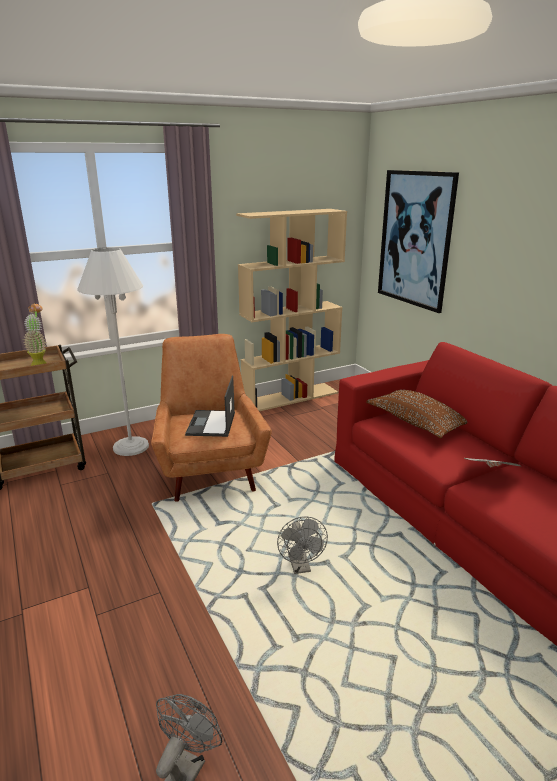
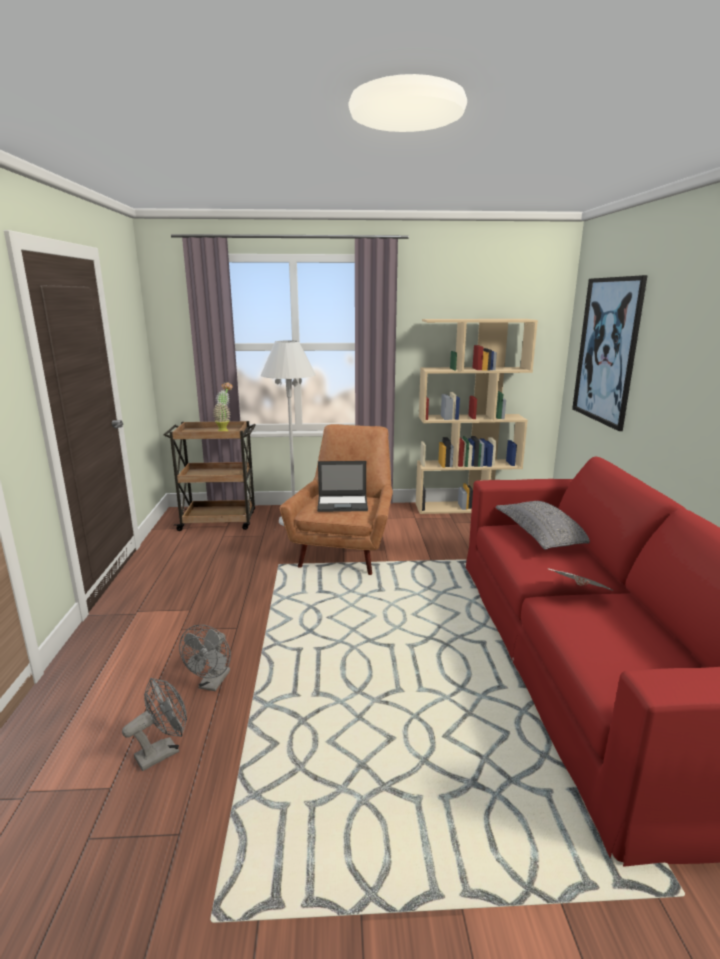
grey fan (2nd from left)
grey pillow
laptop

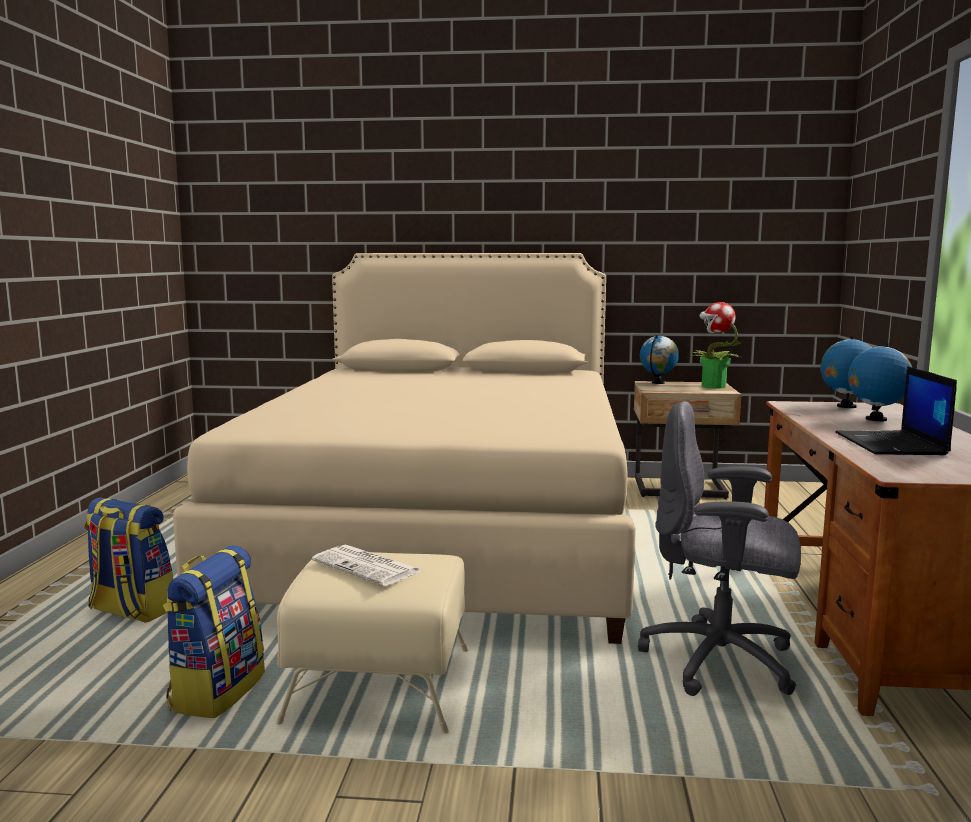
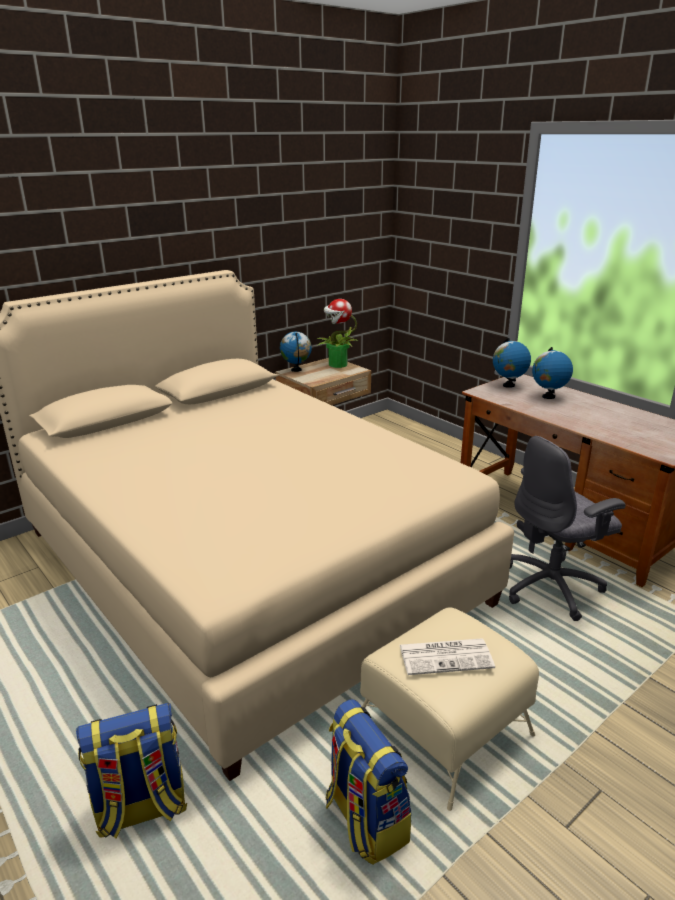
laptop

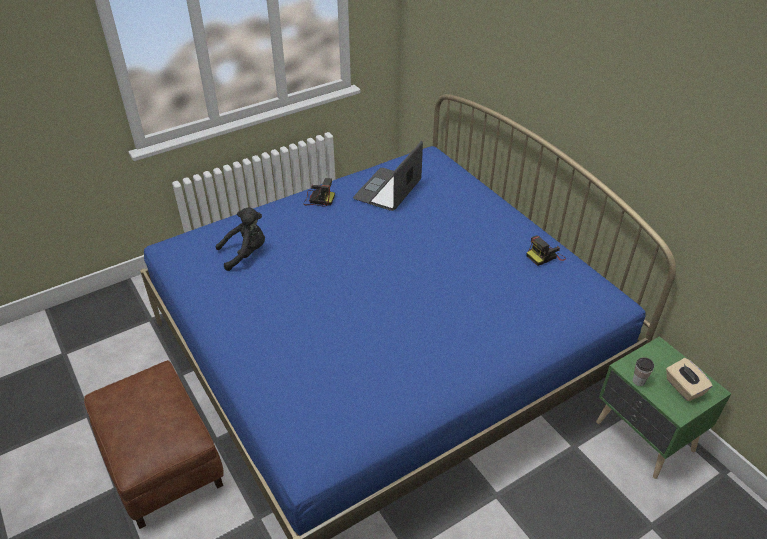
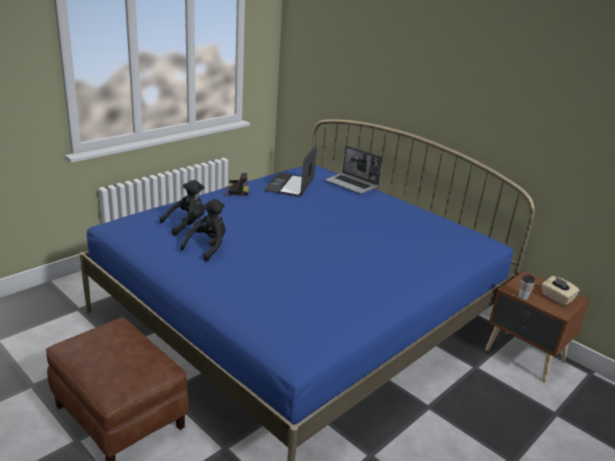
photo camera (2nd from left in the first image)
black plush toy (2nd from left)
laptop (2nd from left)
brown nightstand

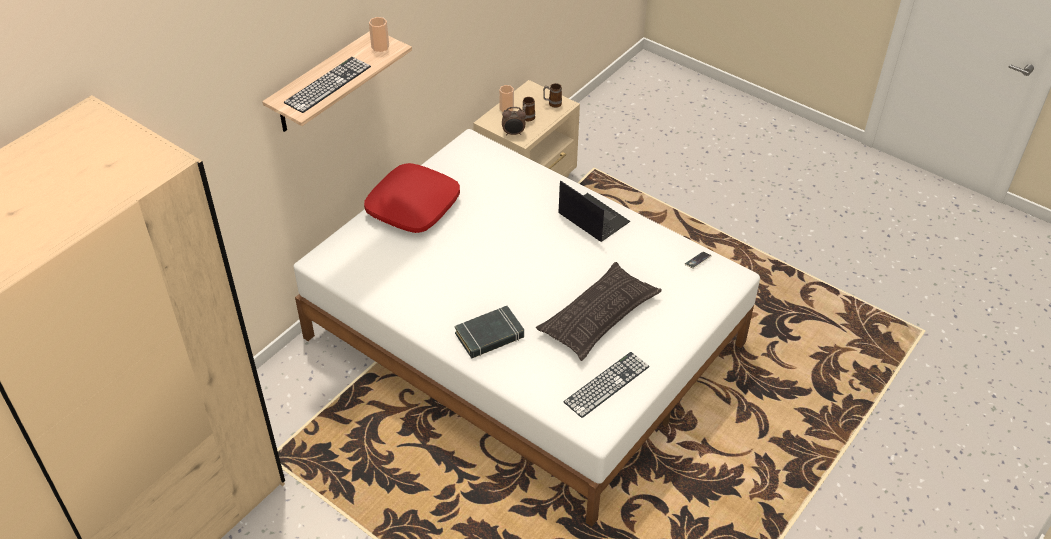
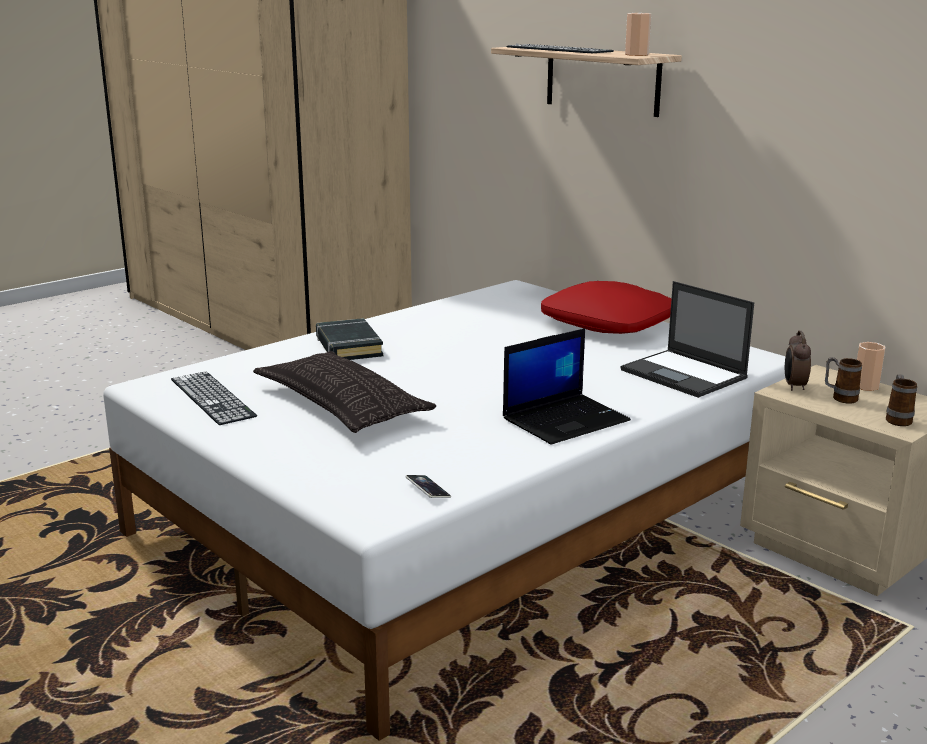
laptop (2nd from left)

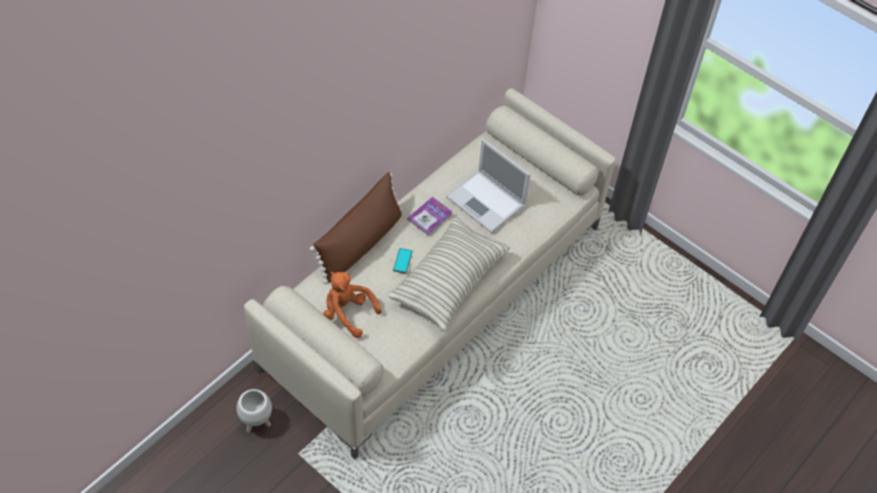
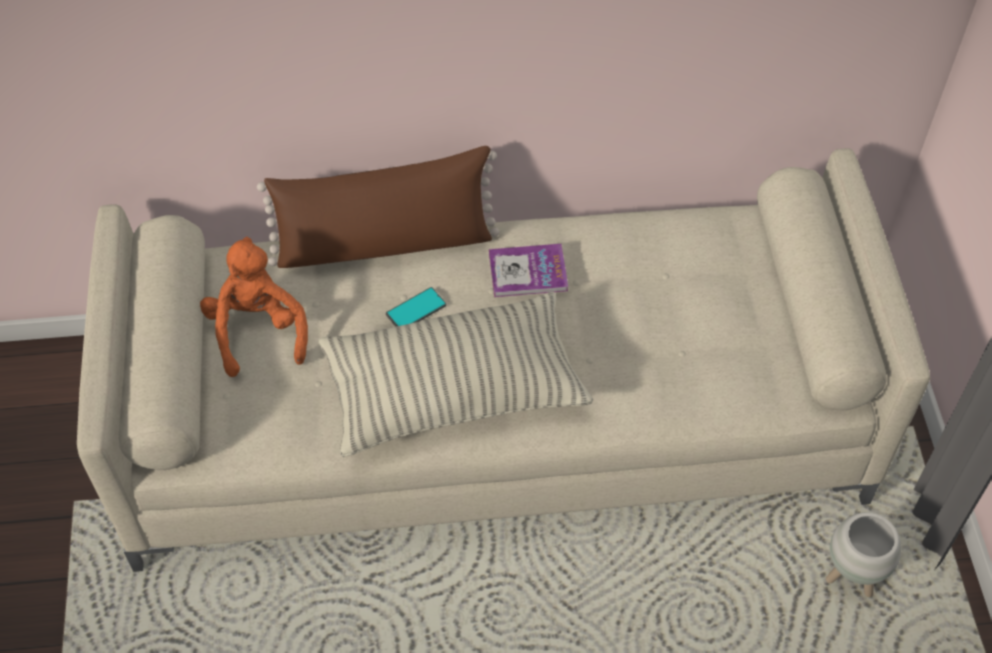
laptop
white planter

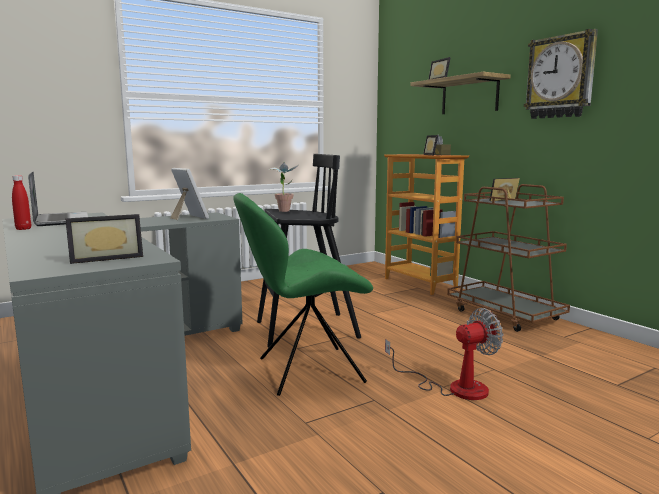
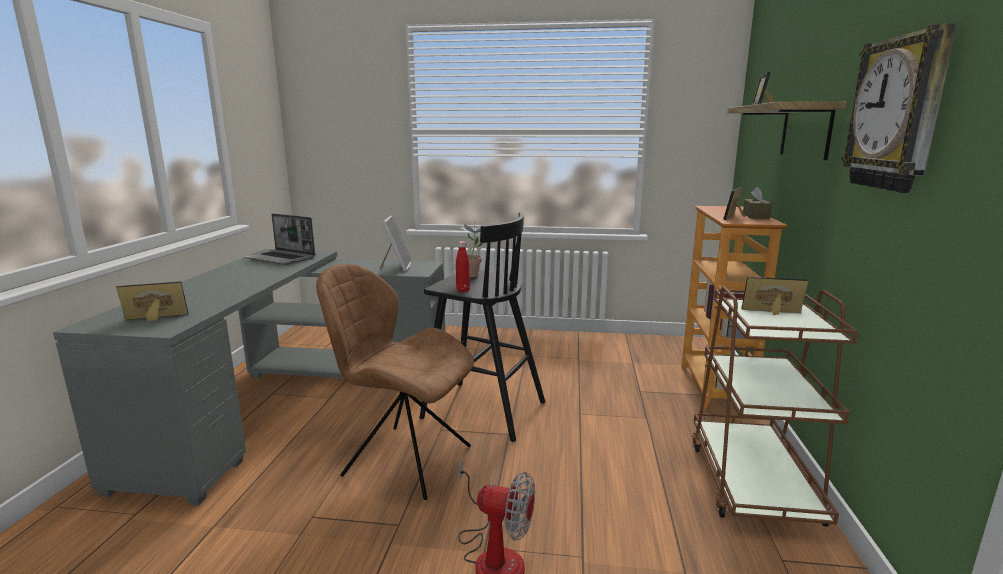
red bottle
brown chair
laptop
picture frame (1st from left)

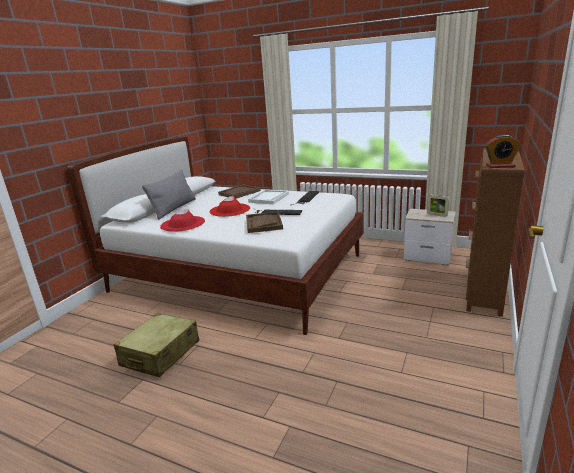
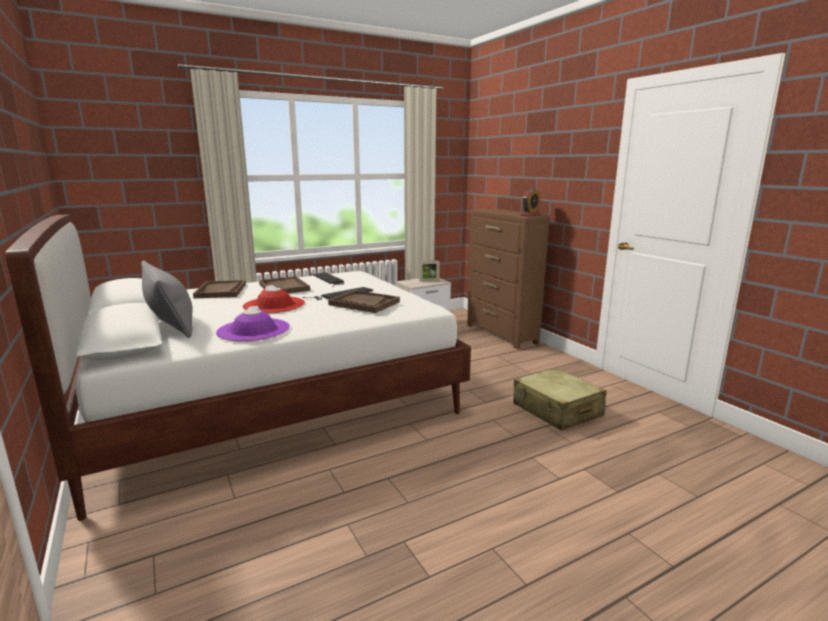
beige suitcase
purple hat
brown tray (2nd from left)

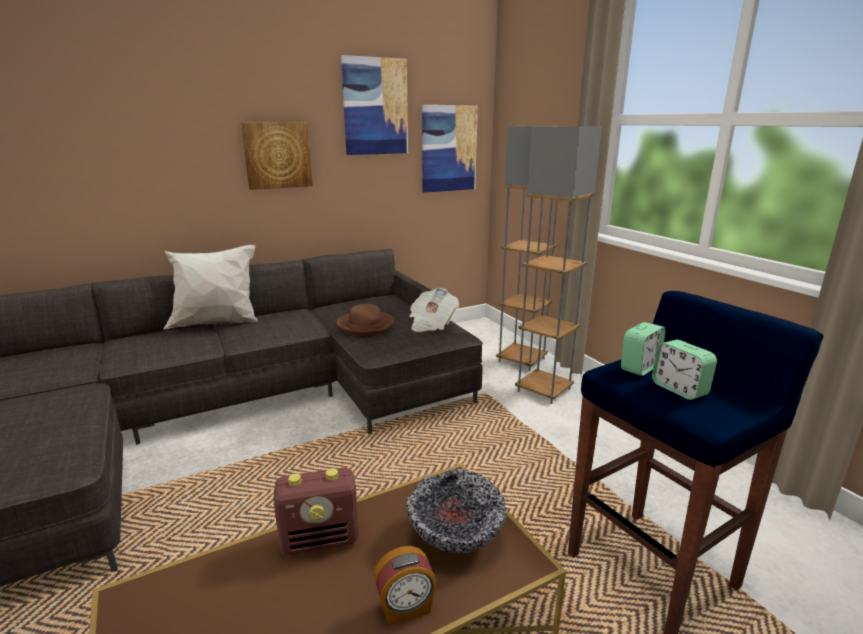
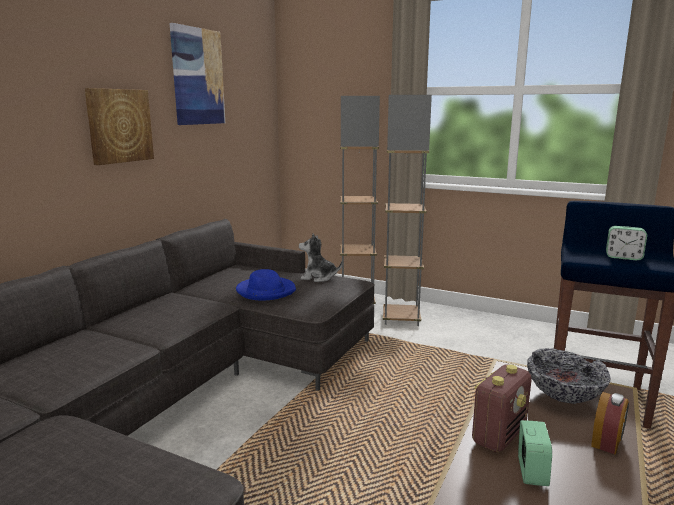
white pillow
picture (3rd from left in the first image)
alarm clock (1st from left)
plush toy
blue hat

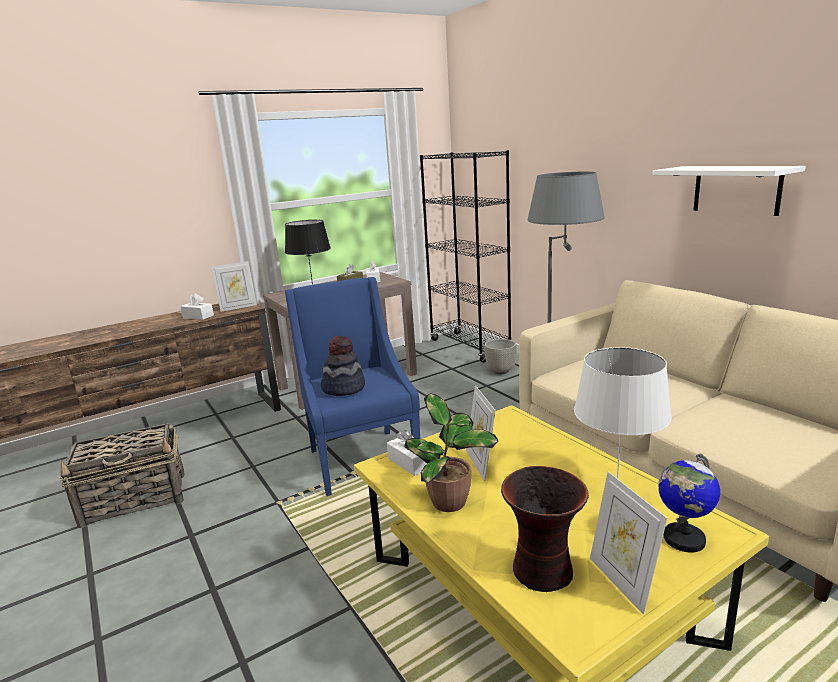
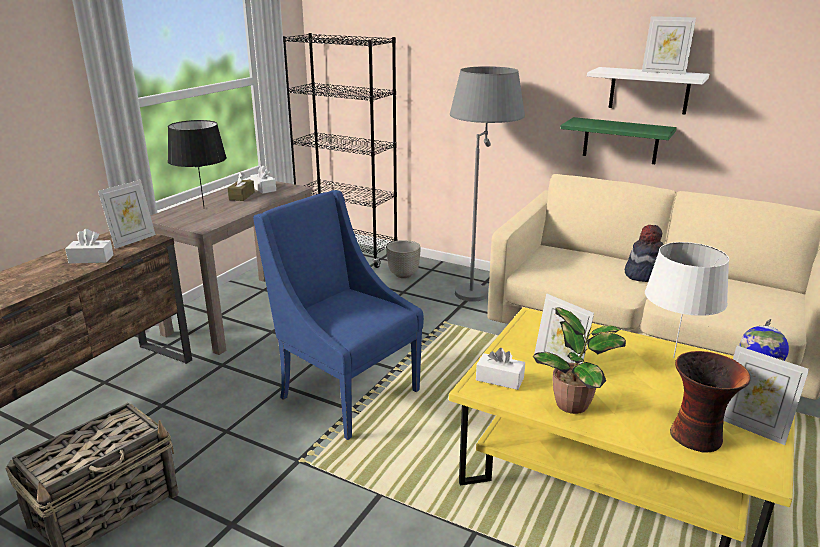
green shelf
picture frame (3rd from left)
hat

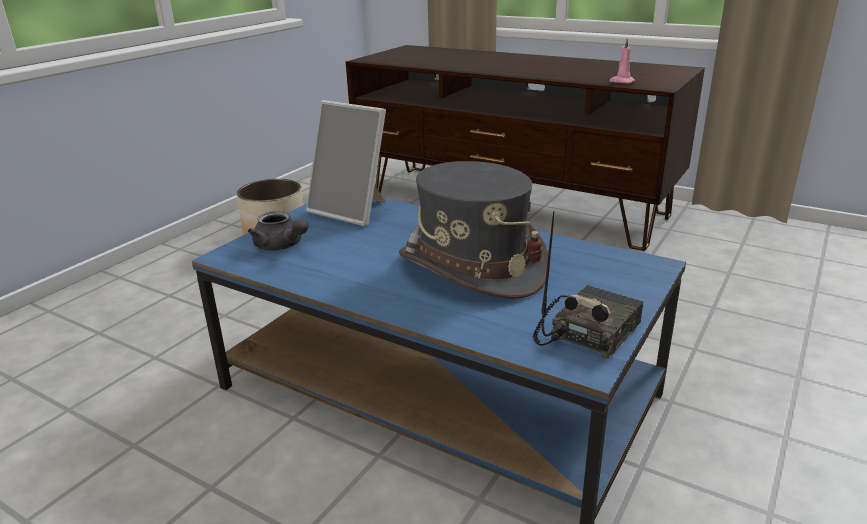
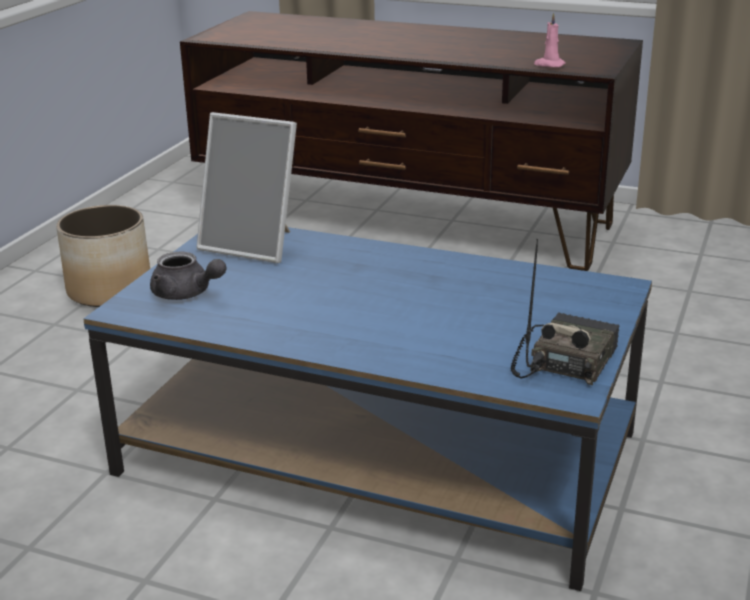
grey hat

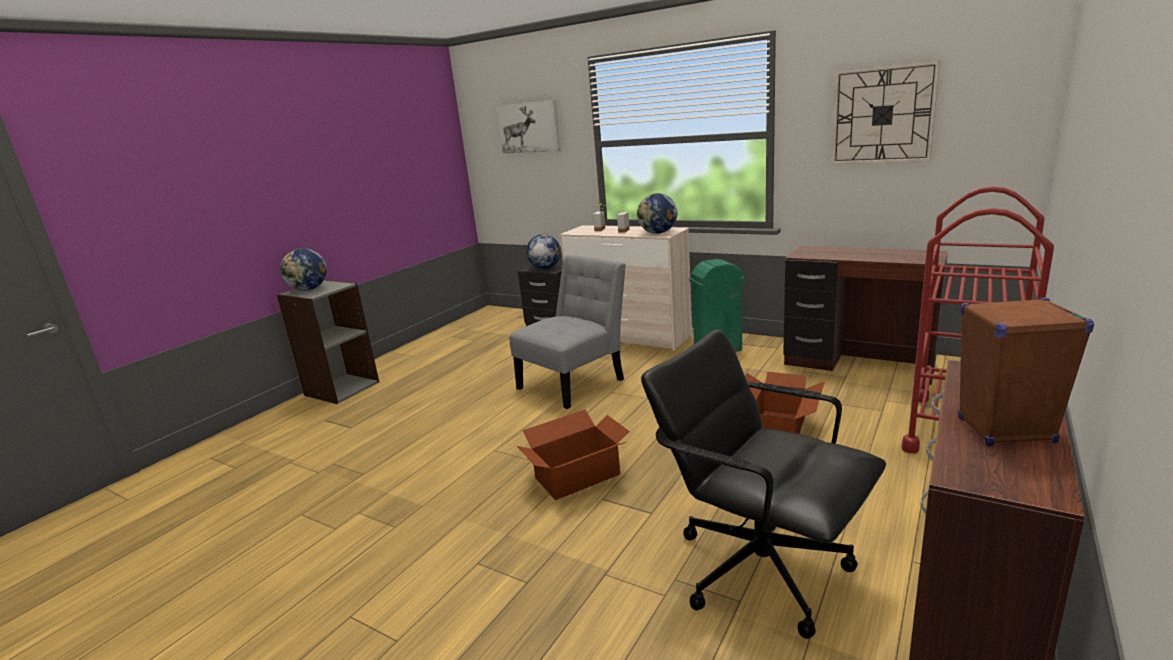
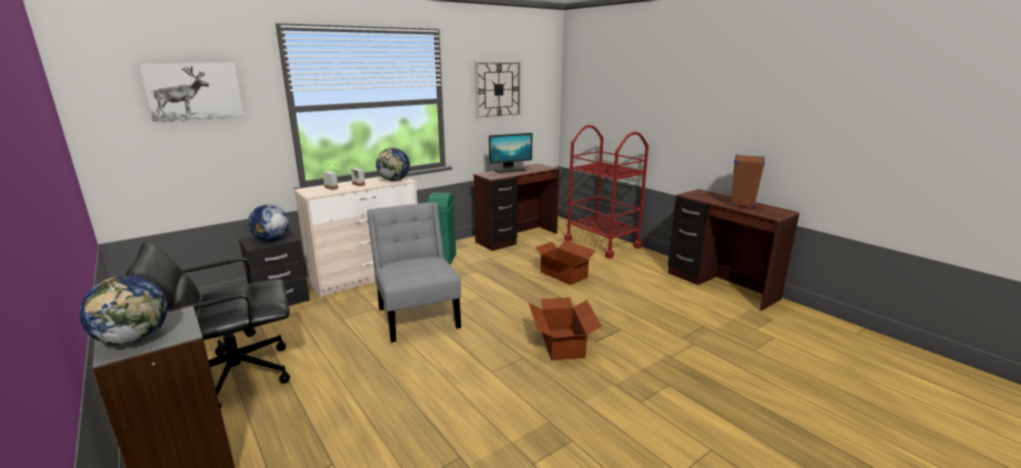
monitor
black office chair

